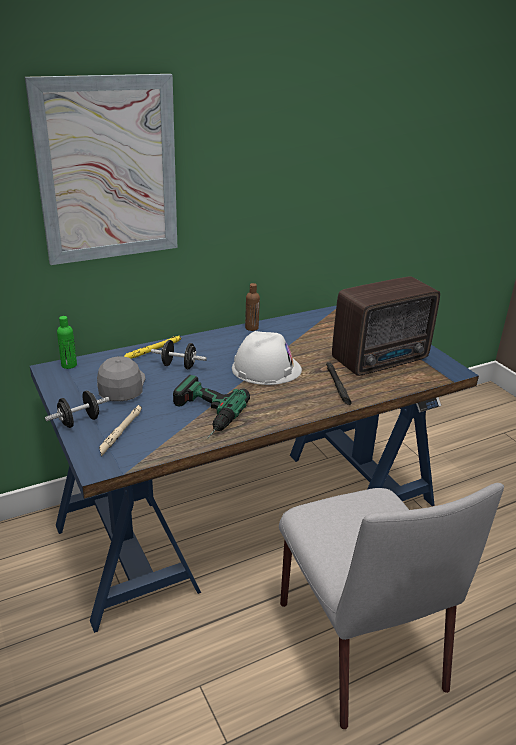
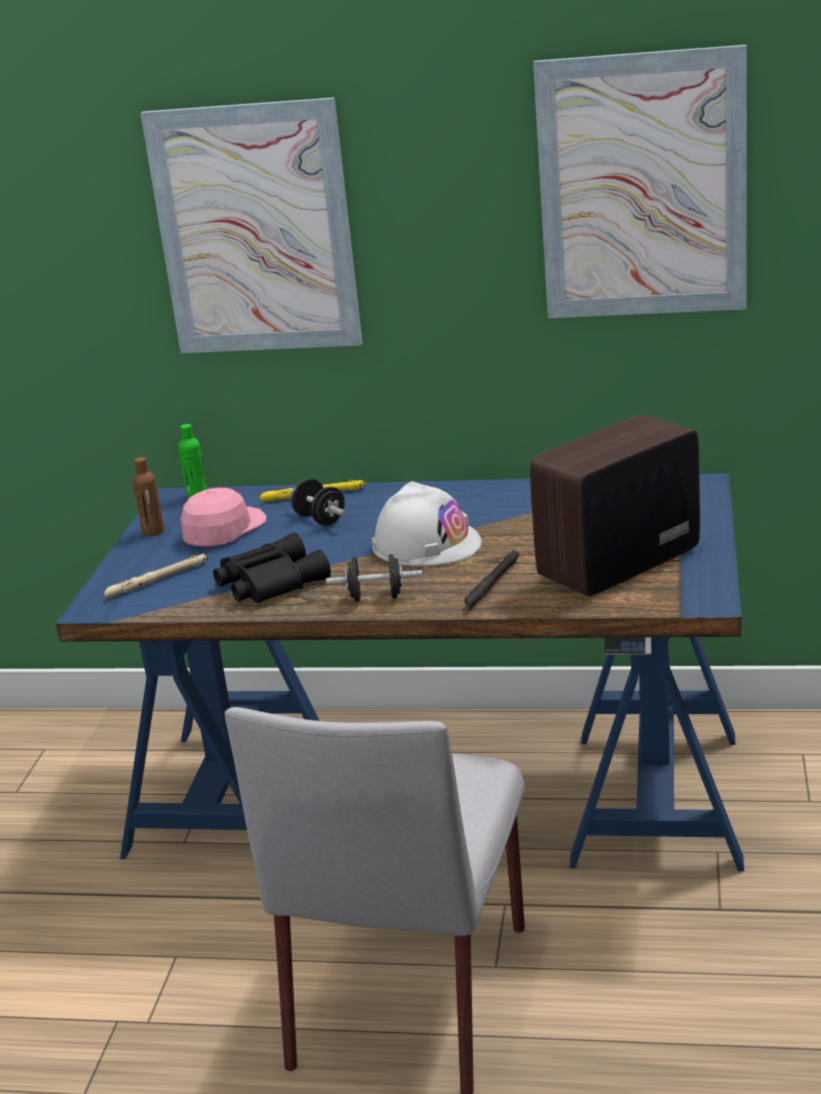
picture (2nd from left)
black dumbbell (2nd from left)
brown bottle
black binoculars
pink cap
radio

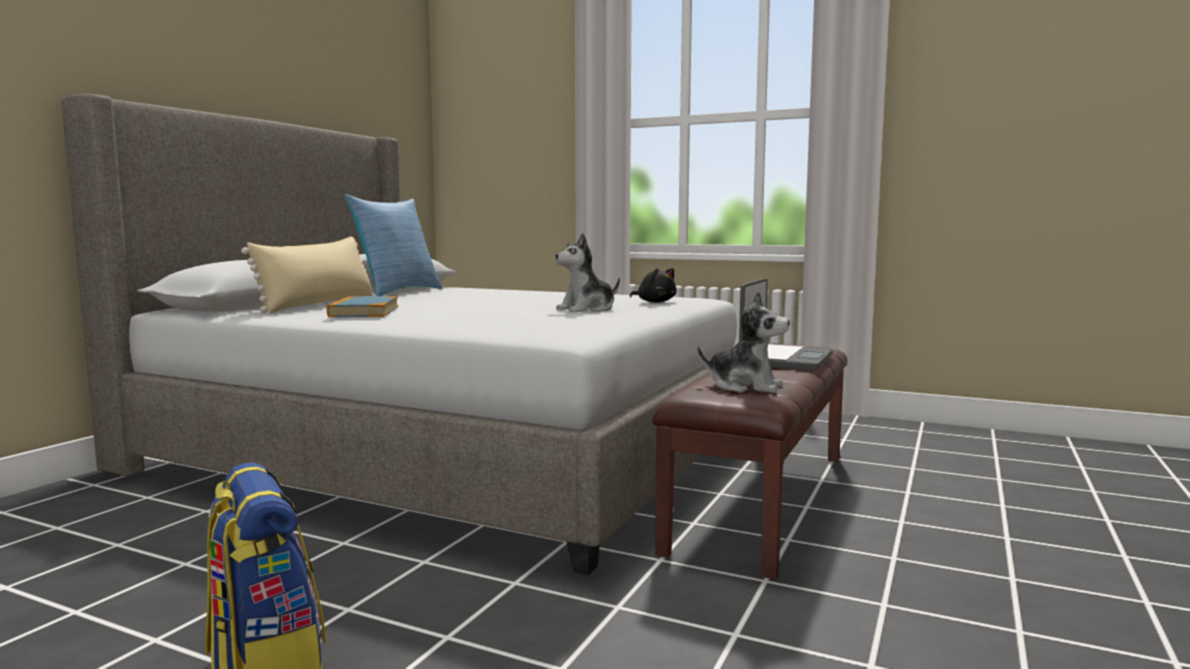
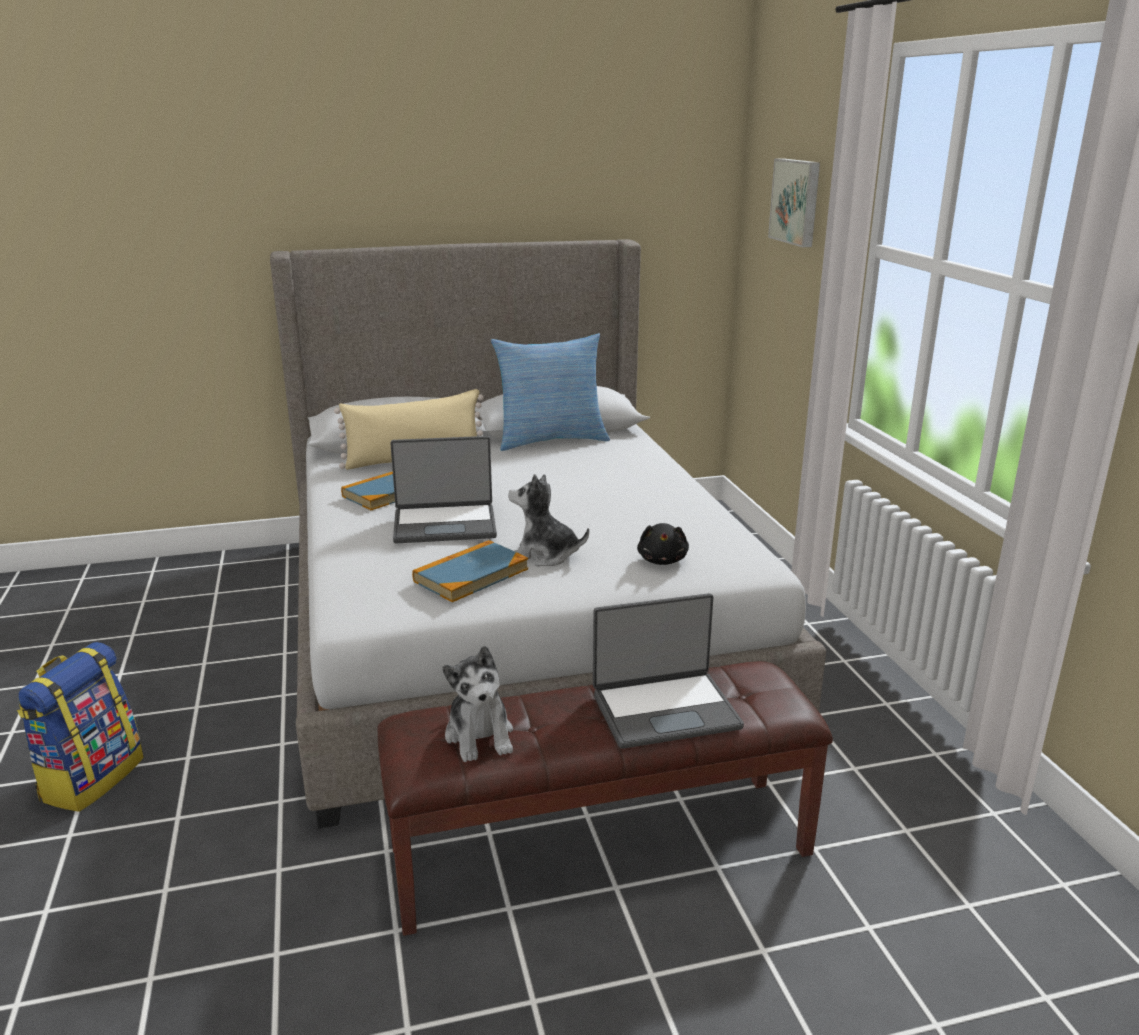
laptop (1st from left)
book (2nd from left)
picture

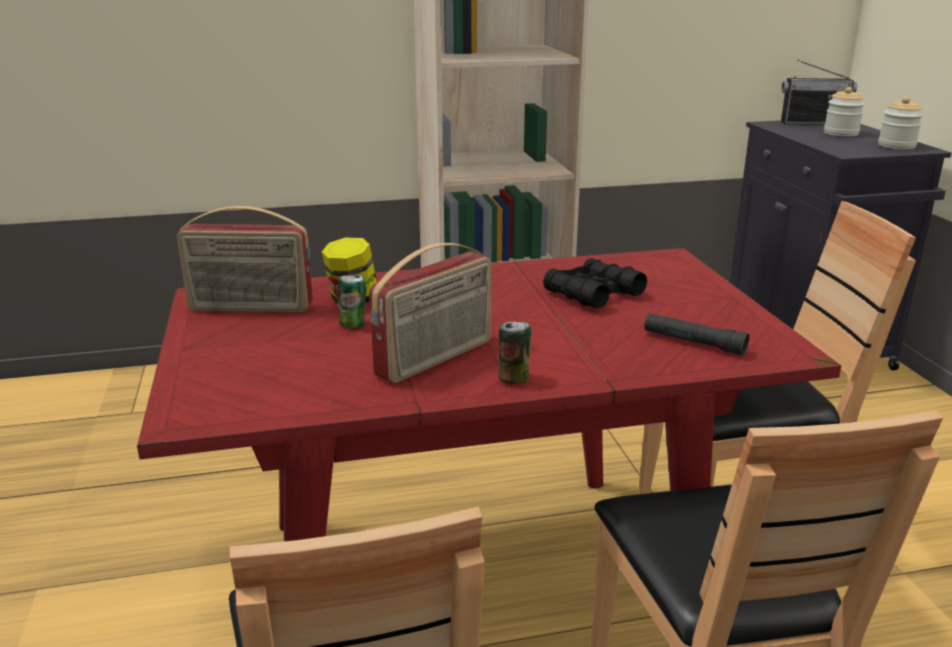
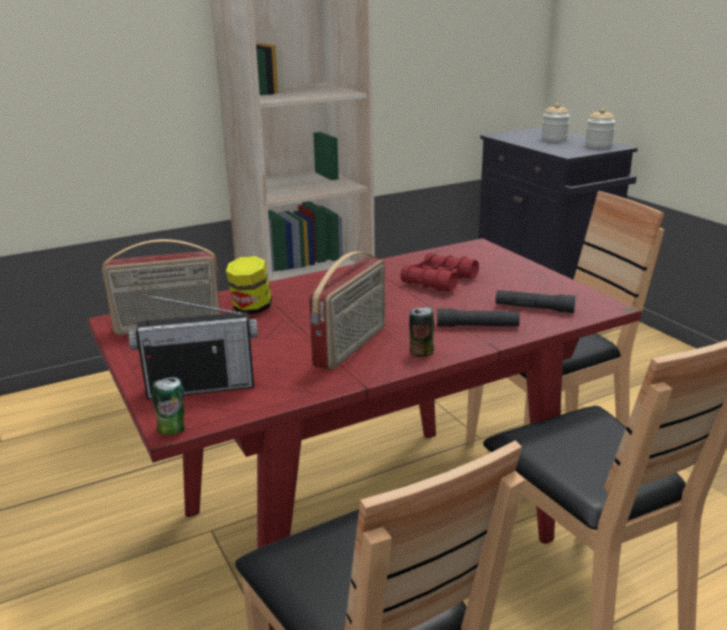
black flashlight (1st from left)
can (1st from left)
radio (2nd from left)
red binoculars

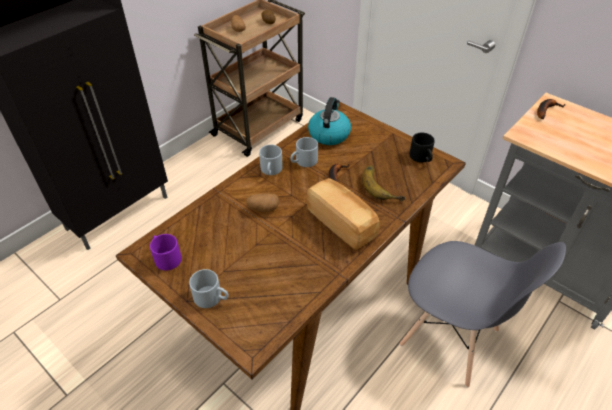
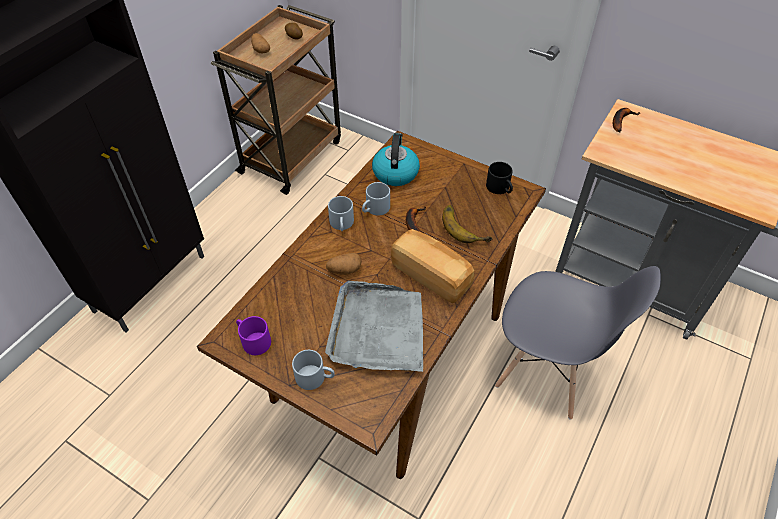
grey tray

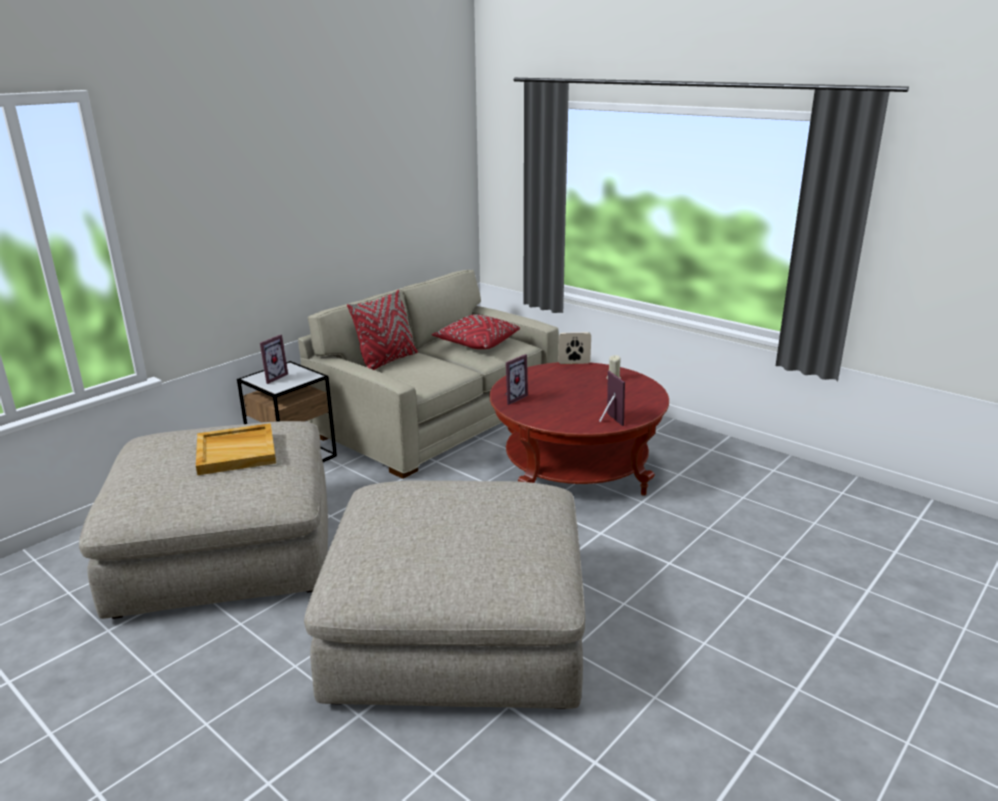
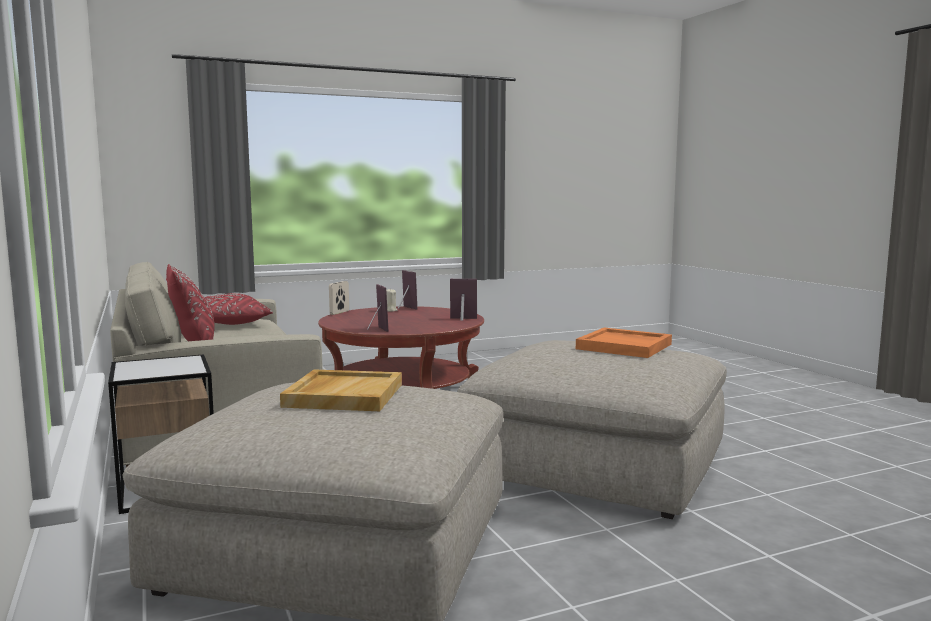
orange tray
picture frame (3rd from left)

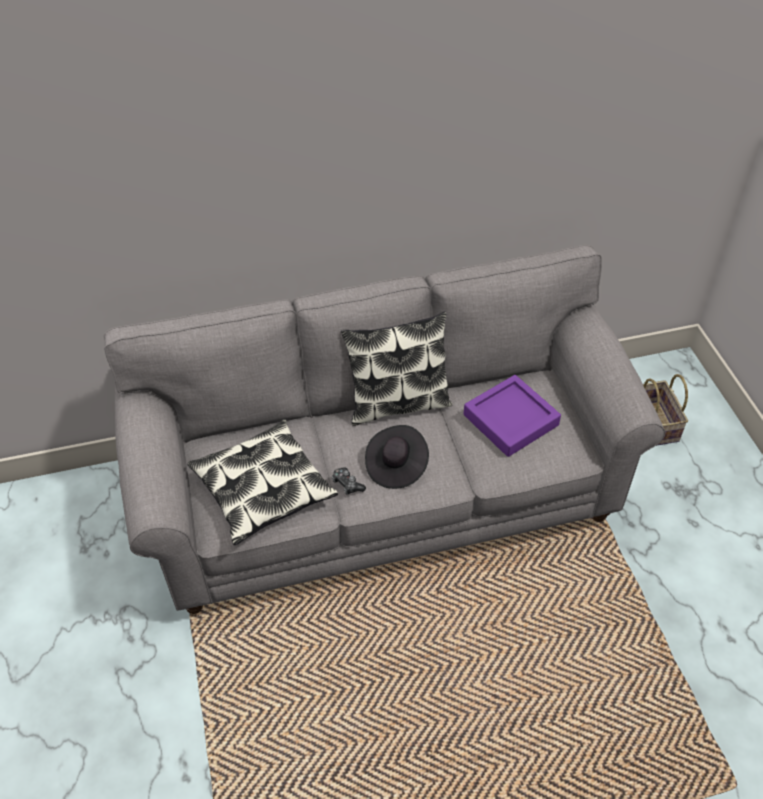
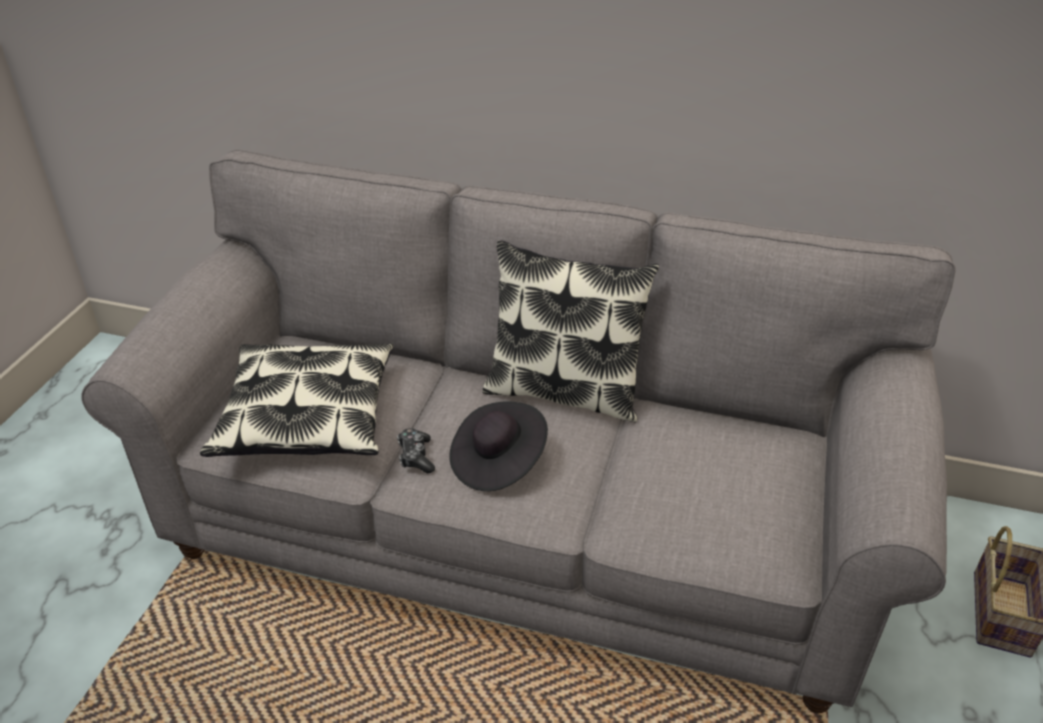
purple tray

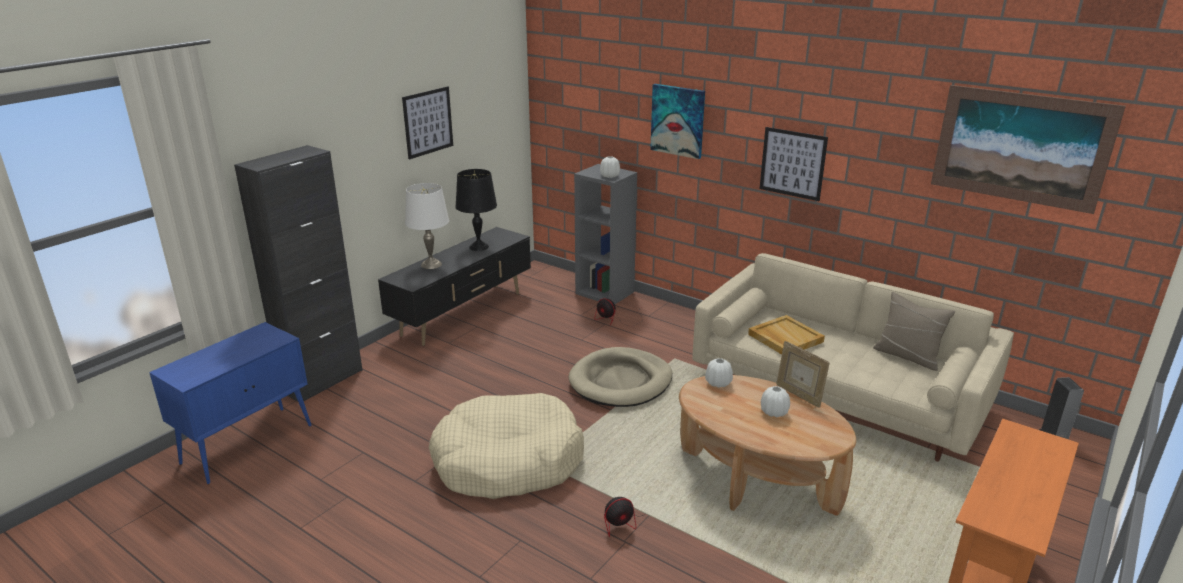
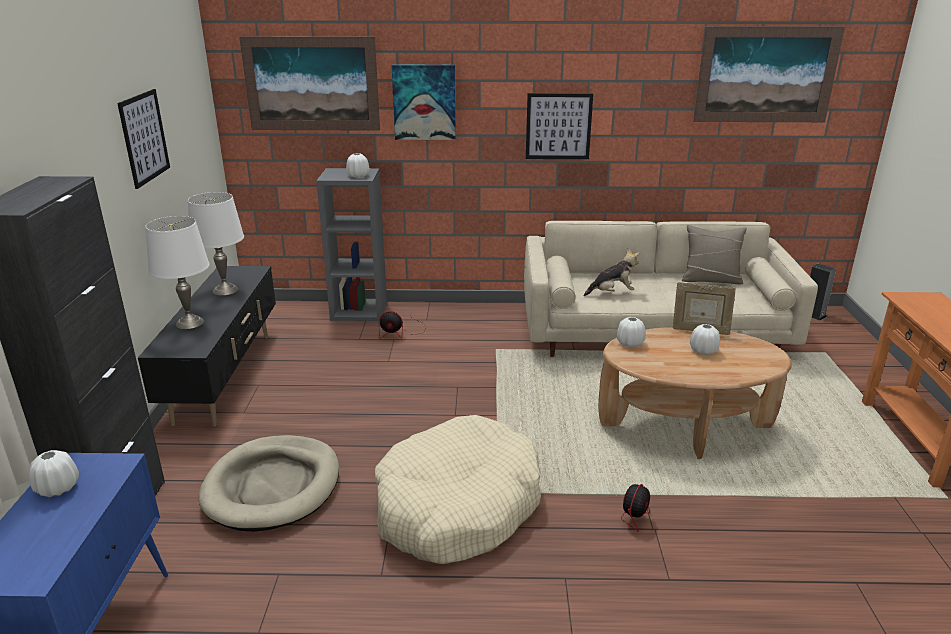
white vase (1st from left)
picture (2nd from left)
beige dog bed (1st from left)
plush toy
white table lamp (2nd from left)

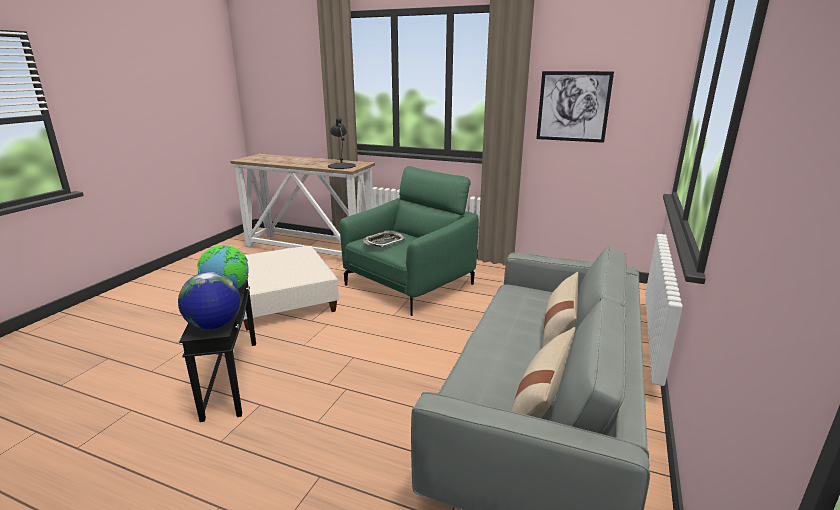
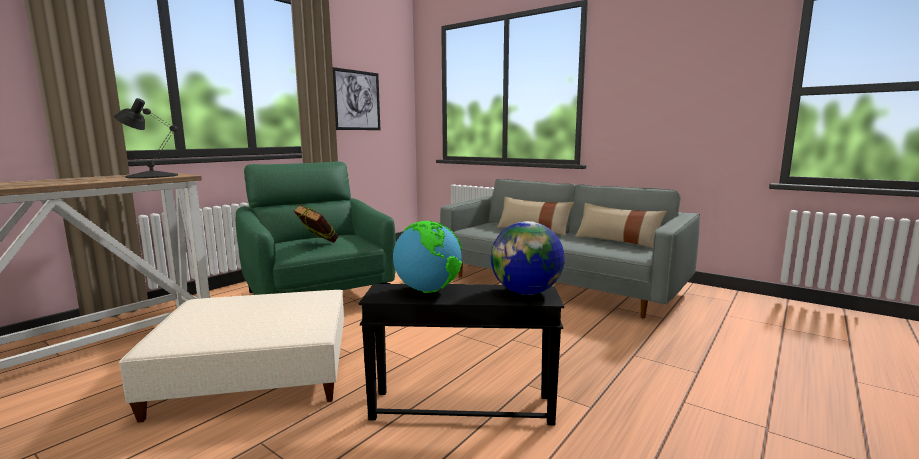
book

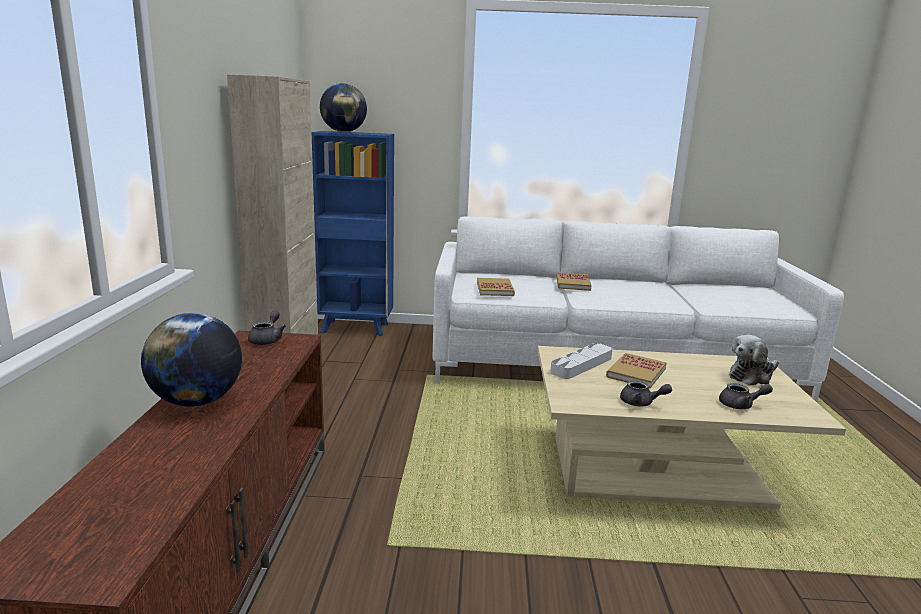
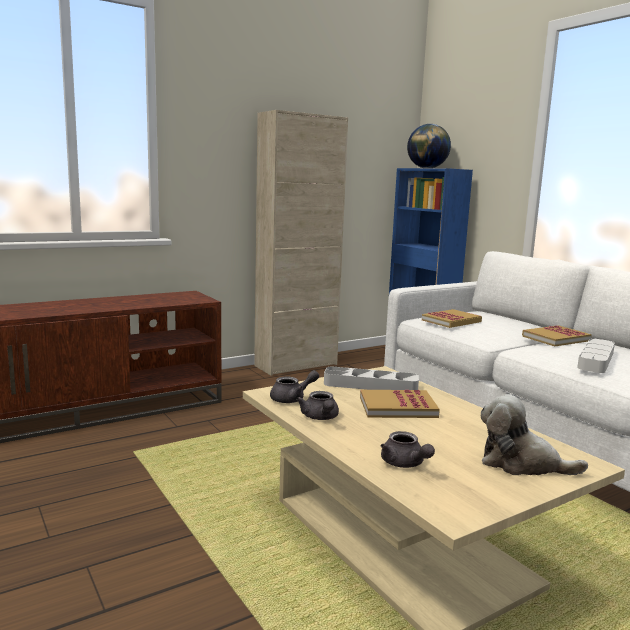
globe (1st from left in the first image)
grey tray (2nd from left)
grey teapot (1st from left)

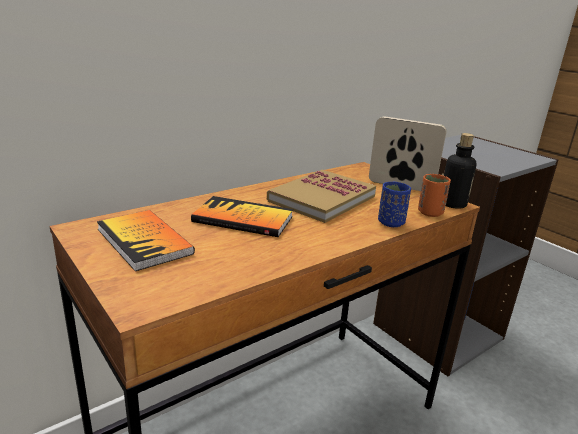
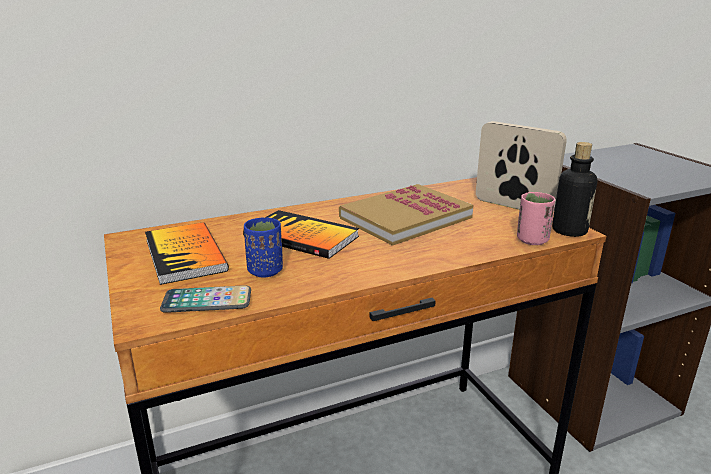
phone
blue cup
pink cup

